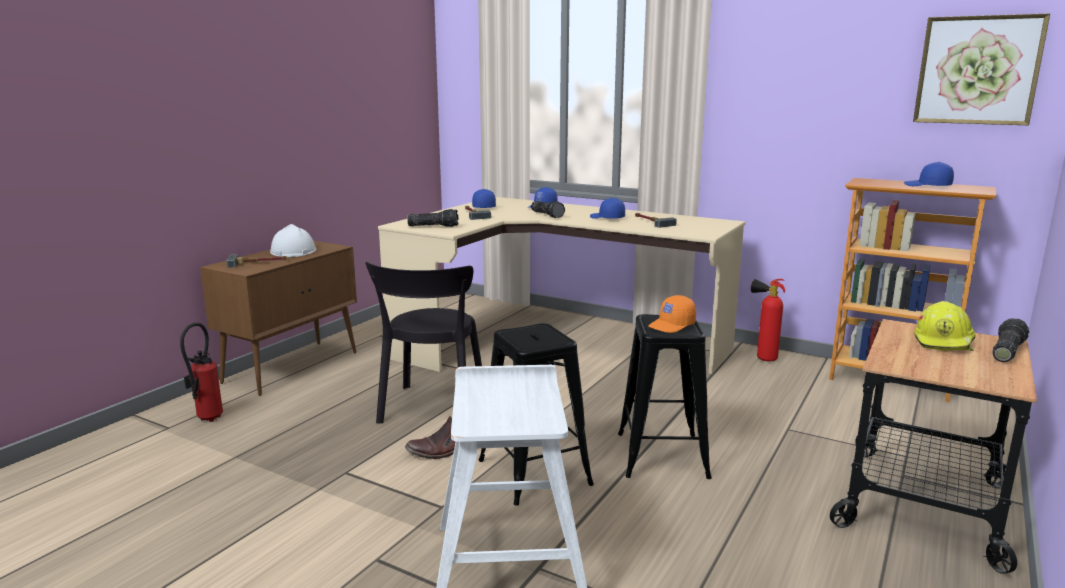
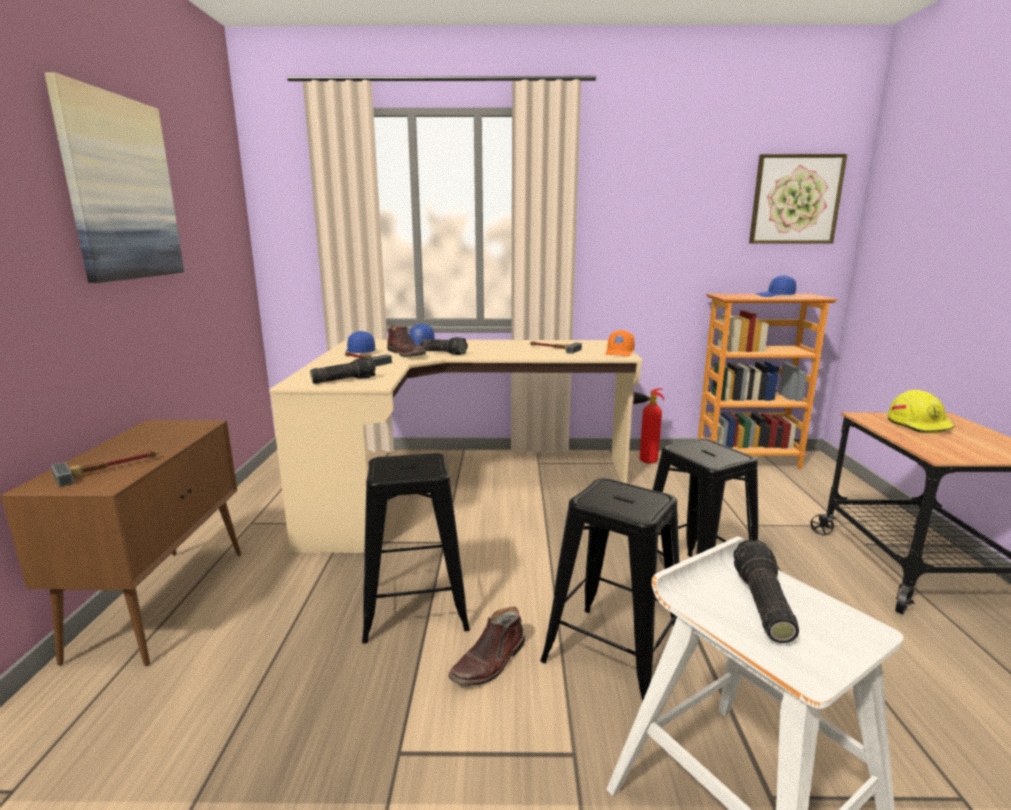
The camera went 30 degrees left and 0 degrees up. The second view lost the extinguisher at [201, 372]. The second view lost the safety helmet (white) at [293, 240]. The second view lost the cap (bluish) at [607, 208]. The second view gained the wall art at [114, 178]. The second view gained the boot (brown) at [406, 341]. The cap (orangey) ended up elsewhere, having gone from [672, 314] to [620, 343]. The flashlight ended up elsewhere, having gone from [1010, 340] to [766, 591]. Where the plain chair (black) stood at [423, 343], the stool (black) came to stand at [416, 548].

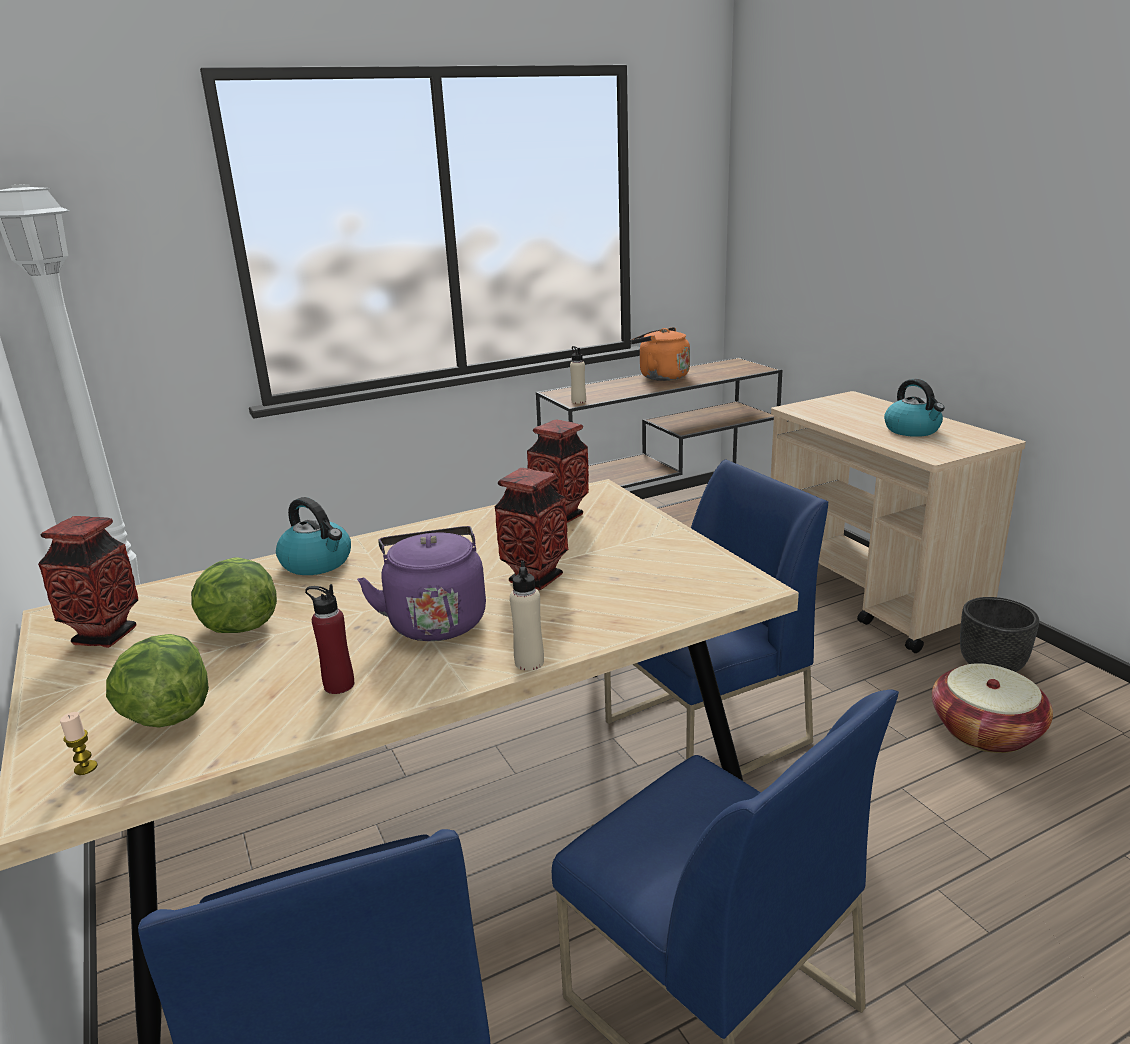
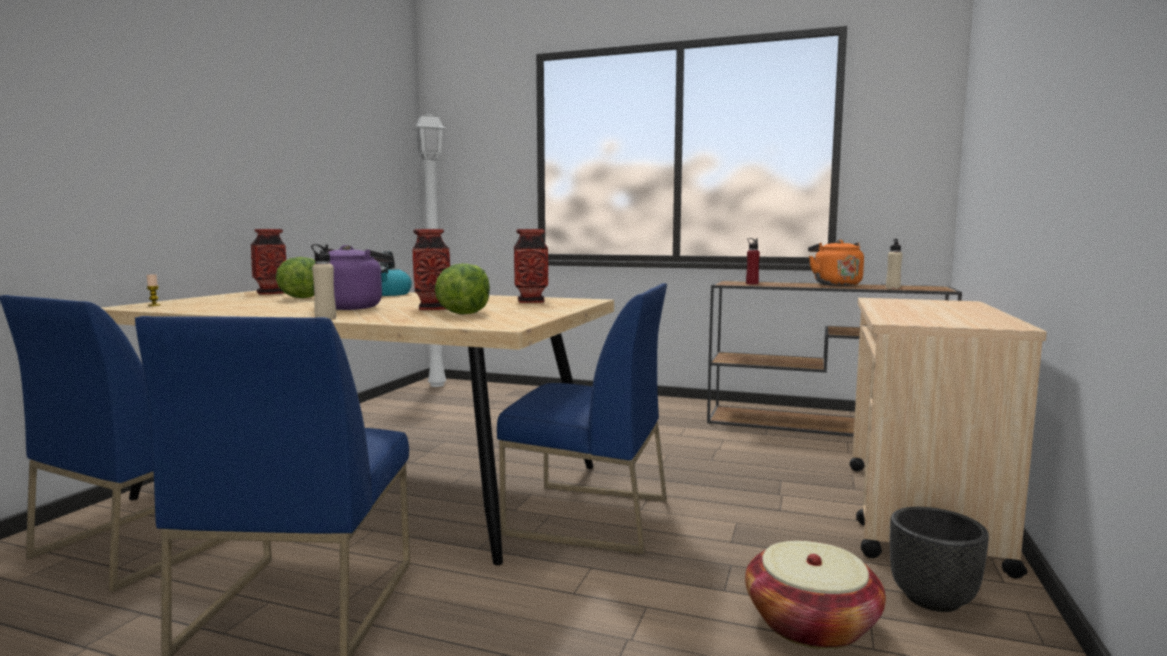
The camera went 45 degrees right and 15 degrees down. The second view lost the water kettle at [914, 408]. The head of lettuce ended up elsewhere, having gone from [157, 680] to [462, 288]. The bottle (red-coloured) ended up elsewhere, having gone from [329, 639] to [753, 261]. The bottle (sand-coloured) ended up elsewhere, having gone from [578, 375] to [894, 264].

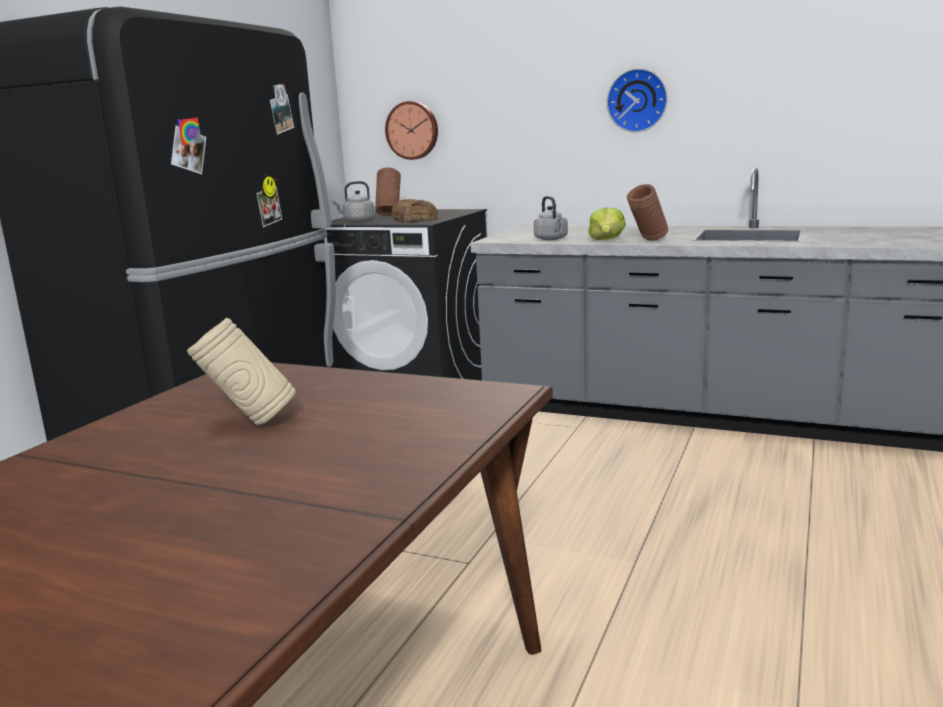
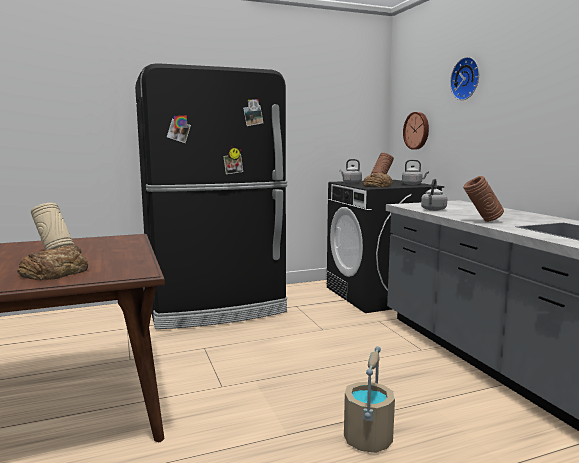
The camera went 45 degrees right and 5 degrees down. The second view lost the head of lettuce at [607, 223]. The second view gained the bread at [52, 262]. The second view gained the bucket (sand-coloured) at [369, 399]. The second view gained the water kettle (grey) at [415, 172]. The clock on the wall ended up elsewhere, having gone from [637, 100] to [464, 78].

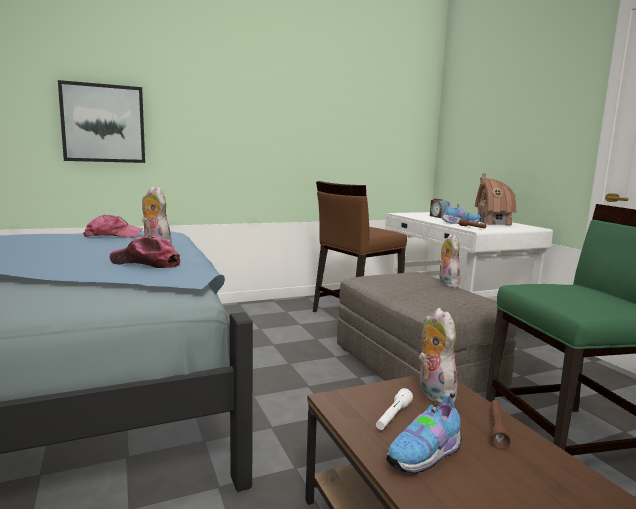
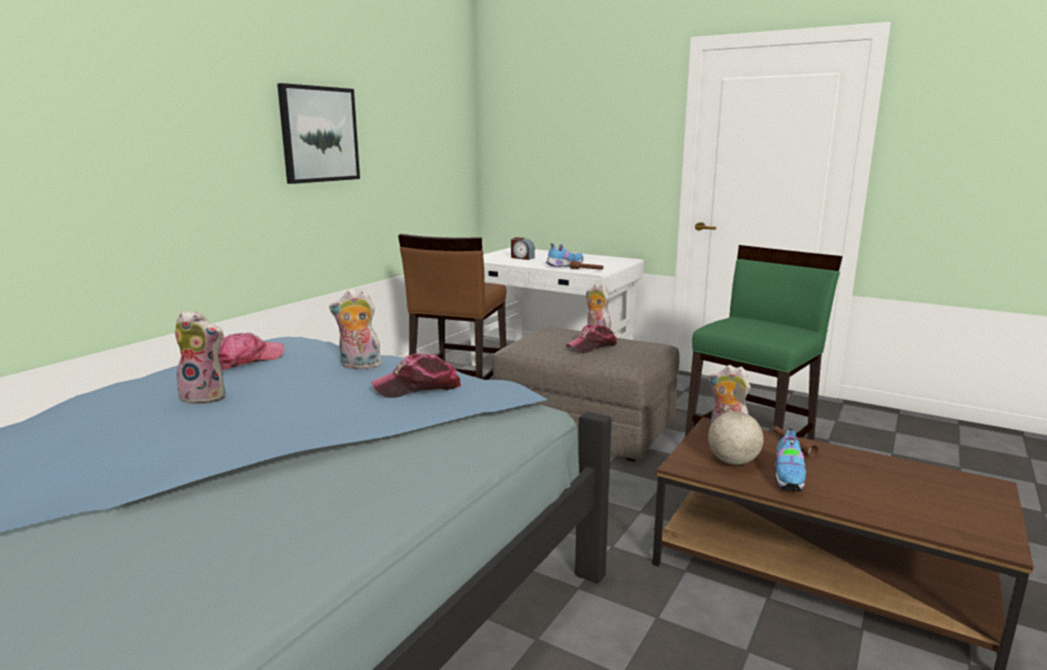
The camera went 35 degrees left and 5 degrees up. The second view lost the toy house at [495, 199]. The second view gained the plush toy at [200, 357]. The second view gained the cap at [591, 338]. The wall art ended up elsewhere, having gone from [101, 121] to [318, 133]. Where the flashlight (white) stood at [394, 409], the desk globe came to stand at [736, 423].

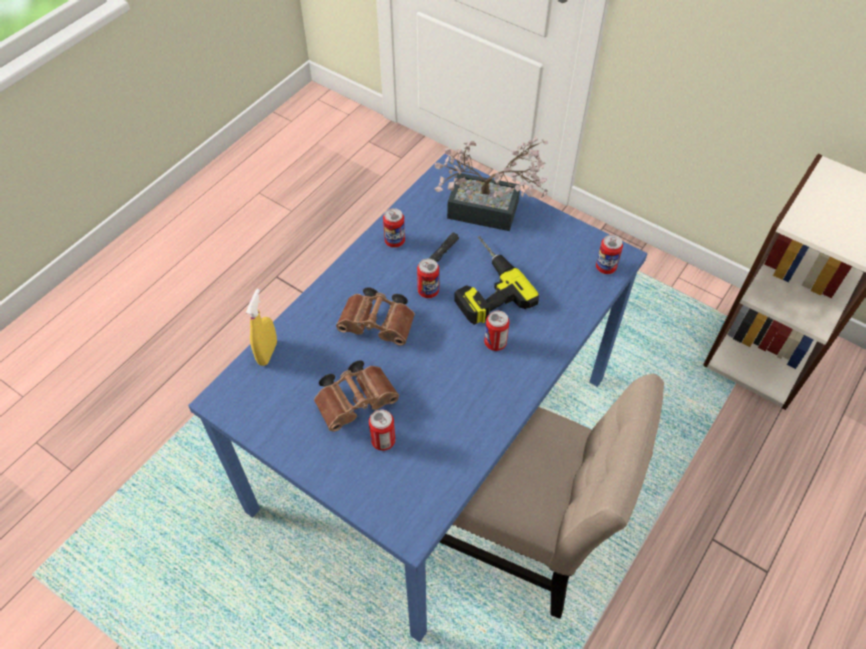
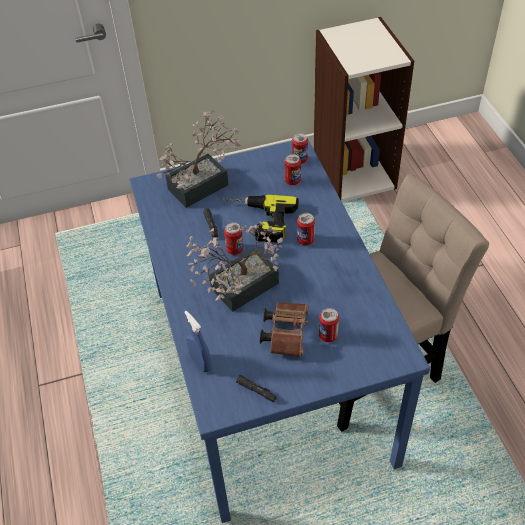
The camera went 50 degrees left and 5 degrees down. The second view gained the flashlight (black) at [256, 388]. The can ended up elsewhere, having gone from [394, 228] to [292, 169]. Where the pair of binoculars (brown) stood at [375, 316], the plant in a pot came to stand at [234, 267]. What was the hand sprayer (yellow) at [261, 327] turned into the hand sprayer (bluish) at [198, 341].

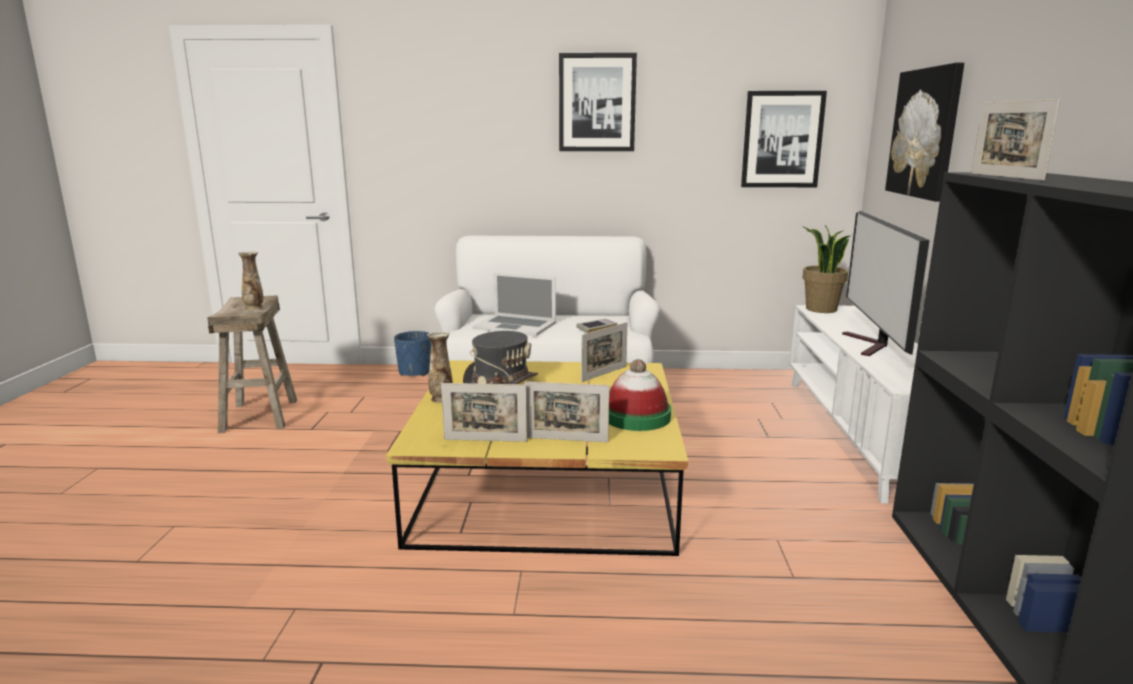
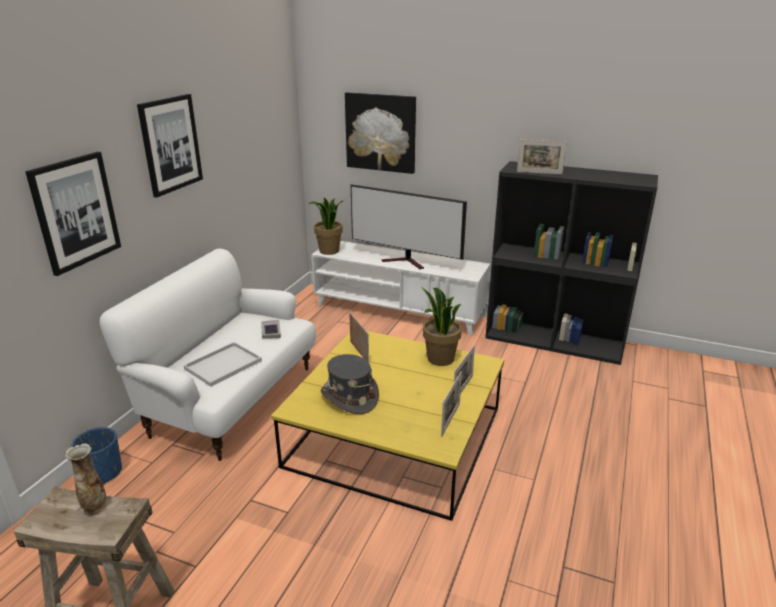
The camera went 70 degrees left and 10 degrees up. The second view lost the flower vase at [440, 367]. The wall art ended up elsewhere, having gone from [784, 139] to [73, 214]. Where the laptop stood at [514, 304], the tray (white) came to stand at [222, 364]. Where the hat stood at [640, 395], the plant in a pot came to stand at [442, 327].

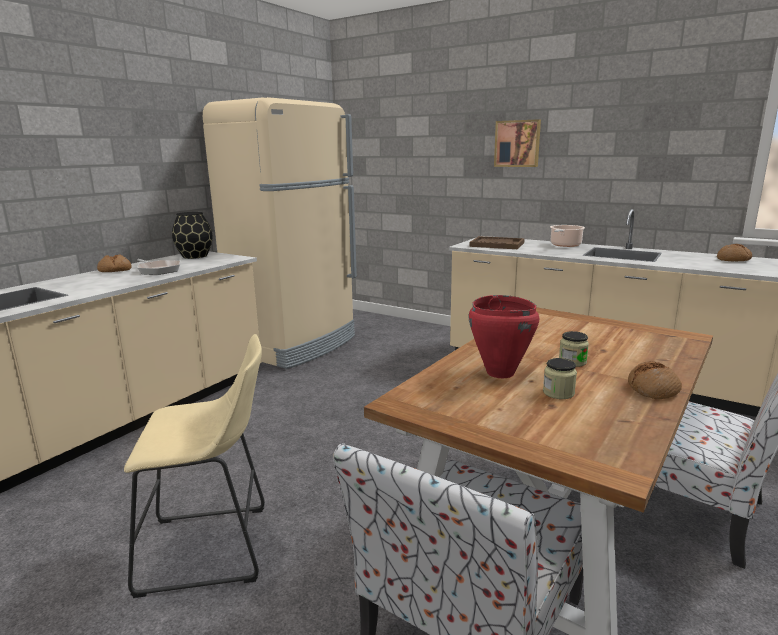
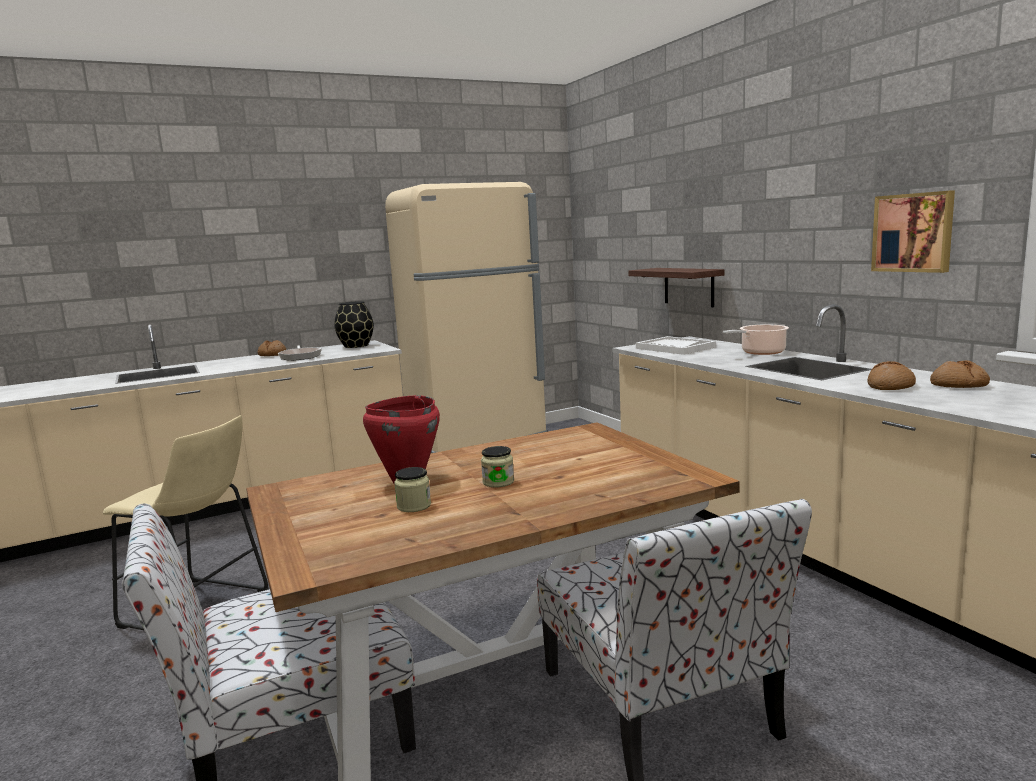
The camera went 30 degrees right and 5 degrees down. The second view gained the wall shelf at [676, 287]. The wall art ended up elsewhere, having gone from [517, 143] to [913, 231]. The bread ended up elsewhere, having gone from [655, 380] to [891, 375]. What was the tray (brown) at [497, 242] turned into the tray (white) at [676, 345].

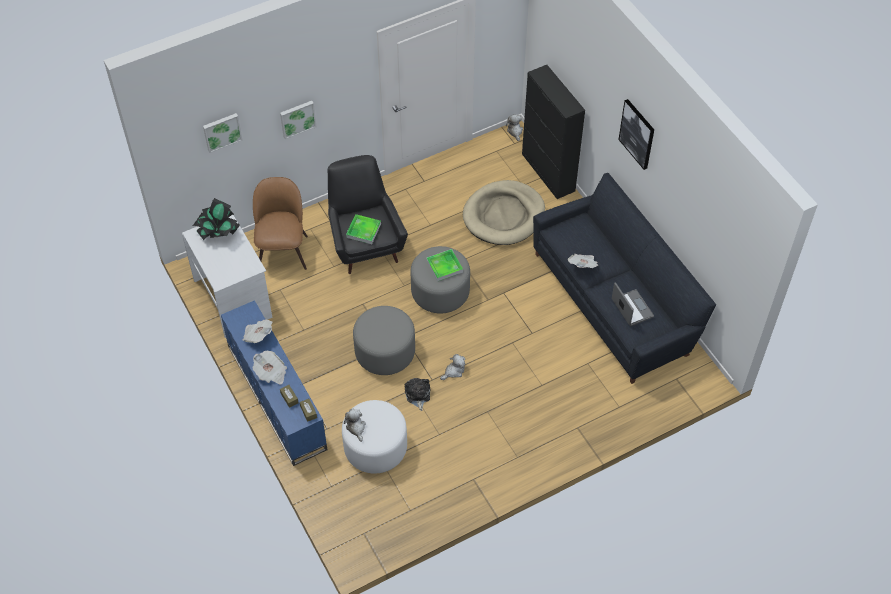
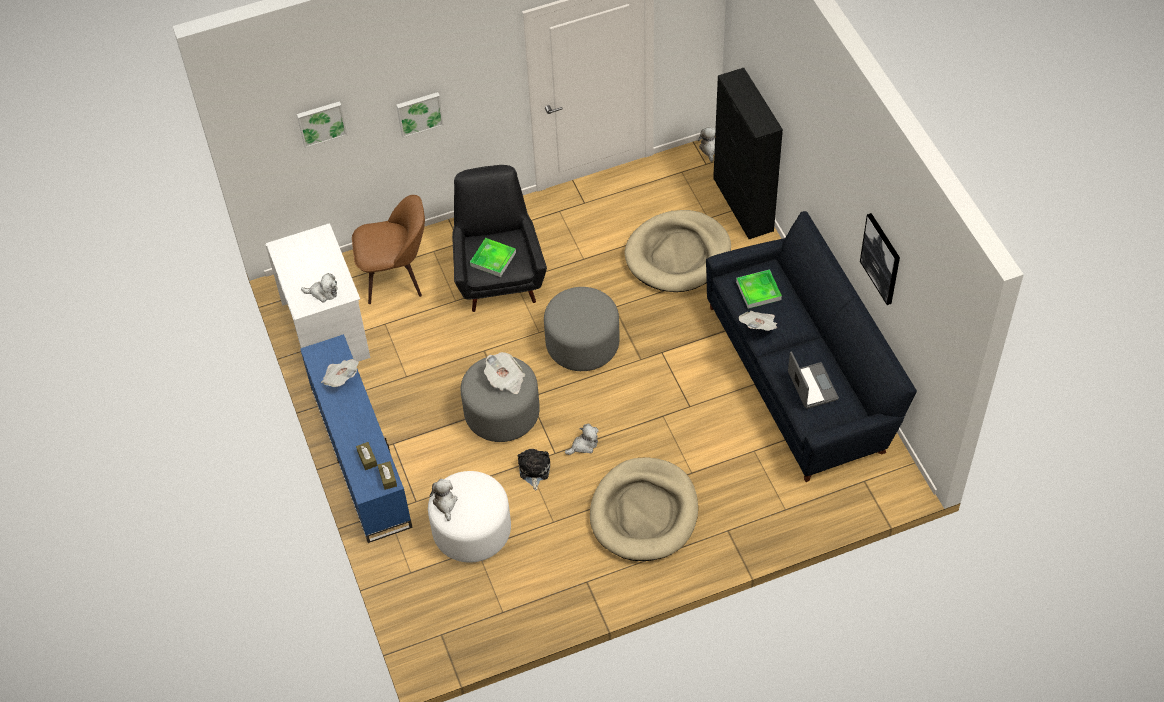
The camera went 10 degrees right and 0 degrees up. The second view lost the plant in a pot at [216, 219]. The second view gained the plush toy at [319, 288]. The second view gained the pet bed (sand-coloured) at [644, 509]. The printed paper ended up elsewhere, having gone from [270, 367] to [504, 373]. The tray ended up elsewhere, having gone from [444, 265] to [759, 289]. The wall art ended up elsewhere, having gone from [636, 134] to [880, 259]. The plain chair (brown) at [280, 223] ended up facing another way, 75 degrees clockwise from before.

